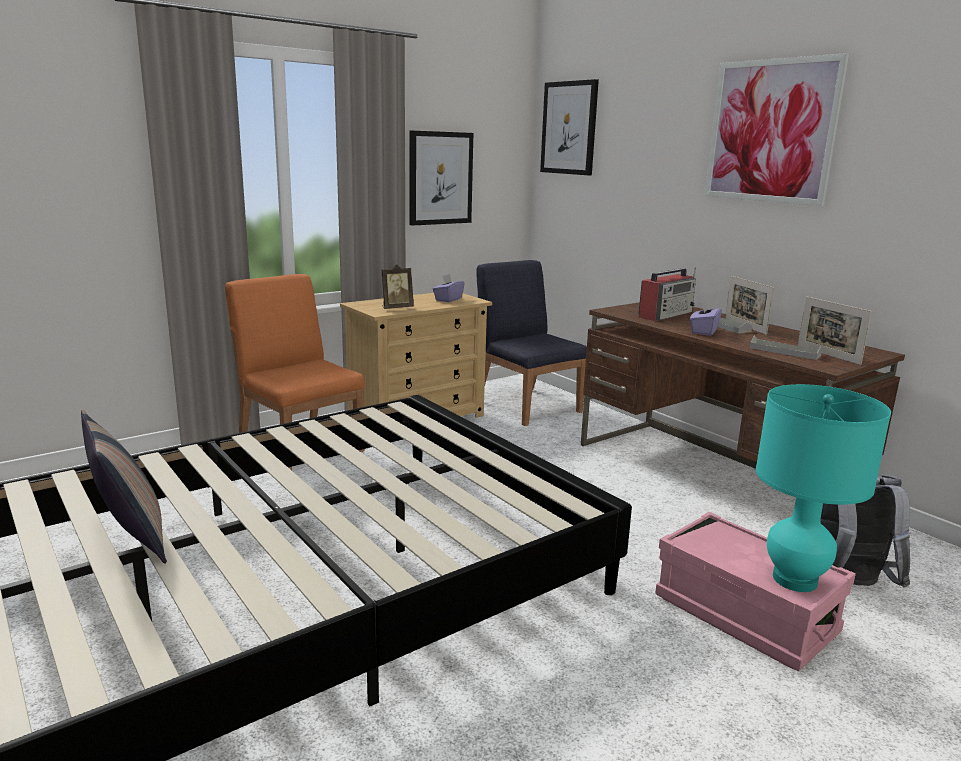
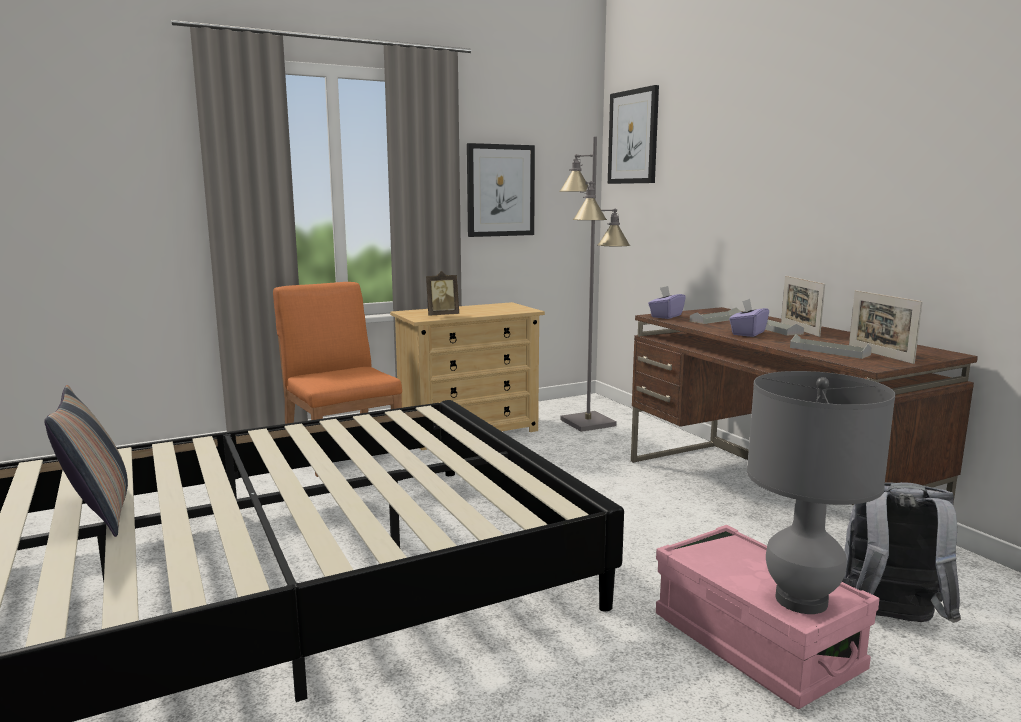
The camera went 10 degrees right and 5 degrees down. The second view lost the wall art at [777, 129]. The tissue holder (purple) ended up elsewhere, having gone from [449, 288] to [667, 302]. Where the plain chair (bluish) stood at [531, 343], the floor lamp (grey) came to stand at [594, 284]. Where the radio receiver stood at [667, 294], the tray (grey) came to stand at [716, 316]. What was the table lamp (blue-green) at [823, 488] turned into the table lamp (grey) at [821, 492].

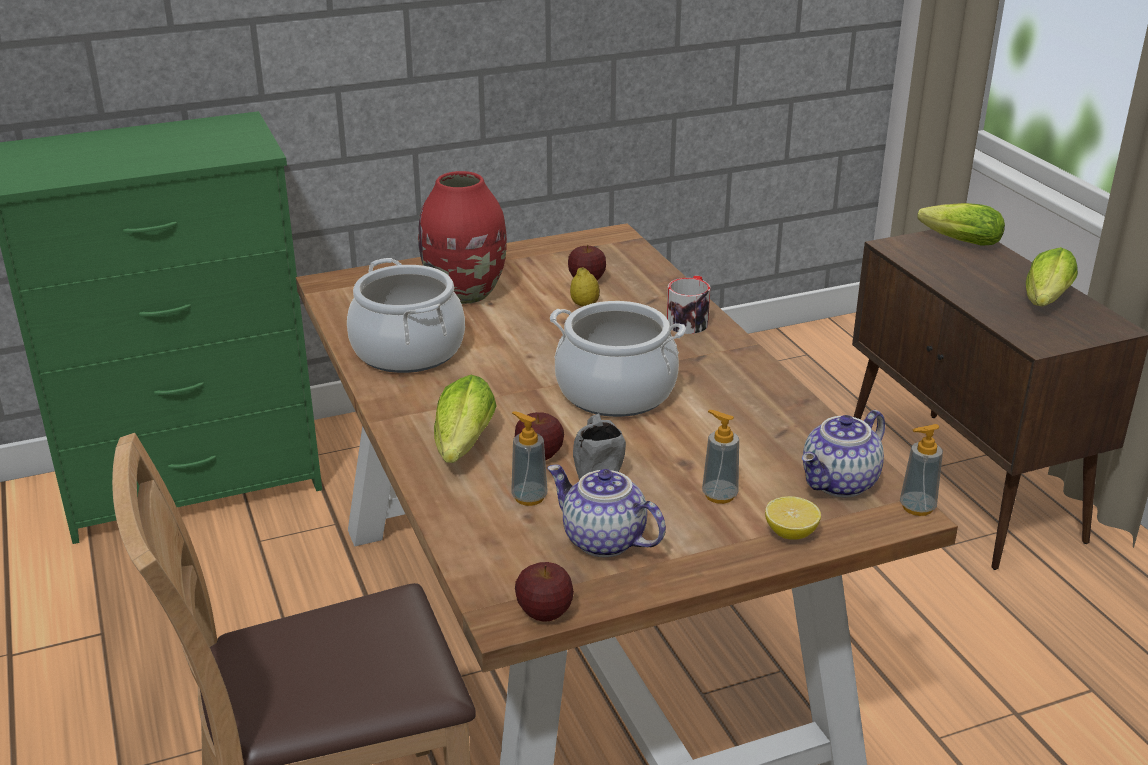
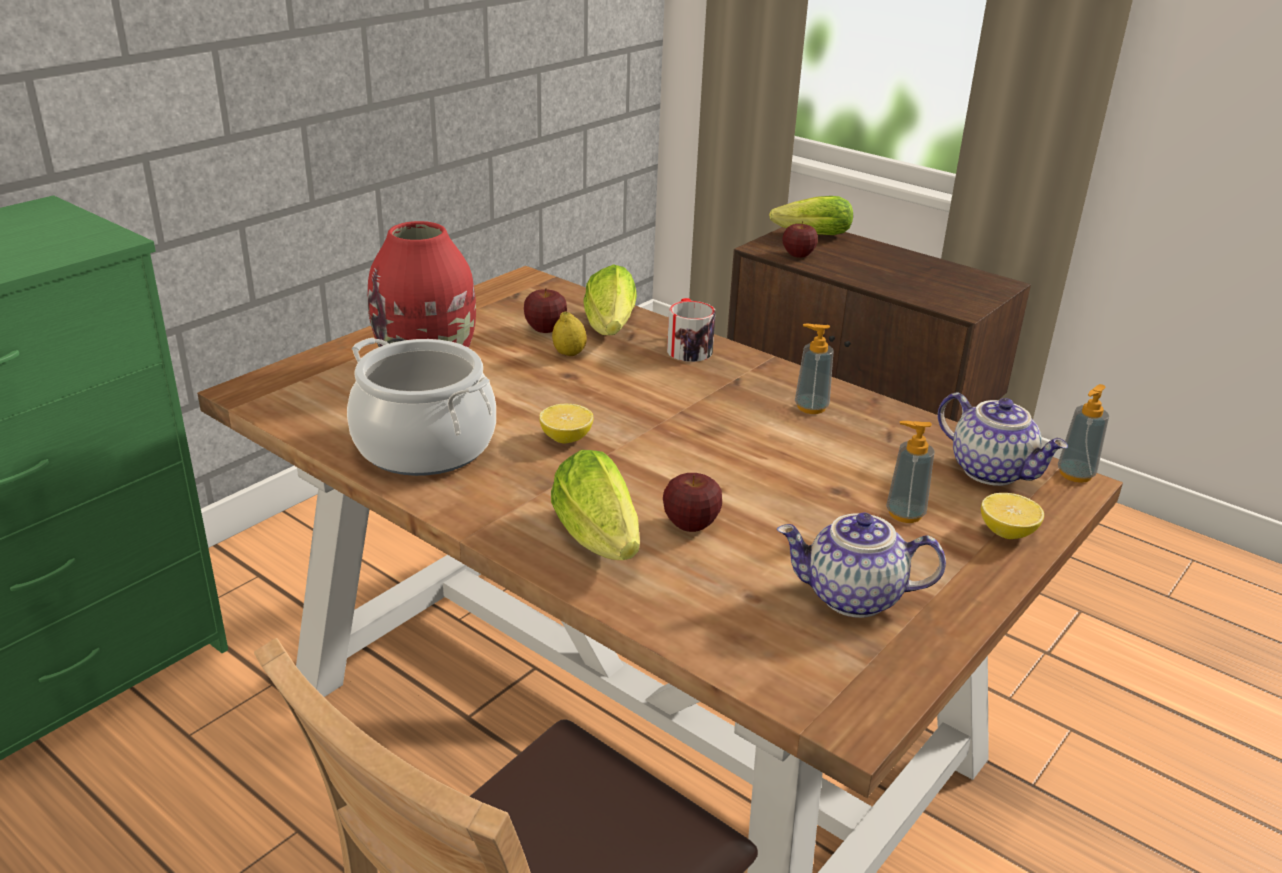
The camera went 30 degrees left and 0 degrees up. The second view lost the saucepot at [618, 359]. The second view lost the coffee mug (grey) at [599, 446]. The second view gained the whole lemon at [566, 424]. The soap bottle ended up elsewhere, having gone from [529, 458] to [814, 369]. The apple ended up elsewhere, having gone from [544, 592] to [800, 240]. The head of lettuce ended up elsewhere, having gone from [1052, 276] to [610, 299]. The pot for tea at [843, 453] ended up facing another way, 60 degrees counterclockwise from before.

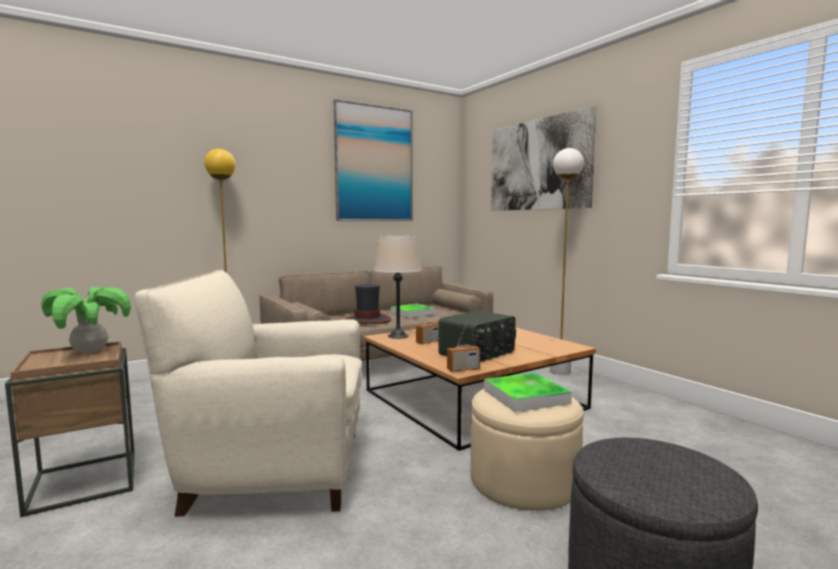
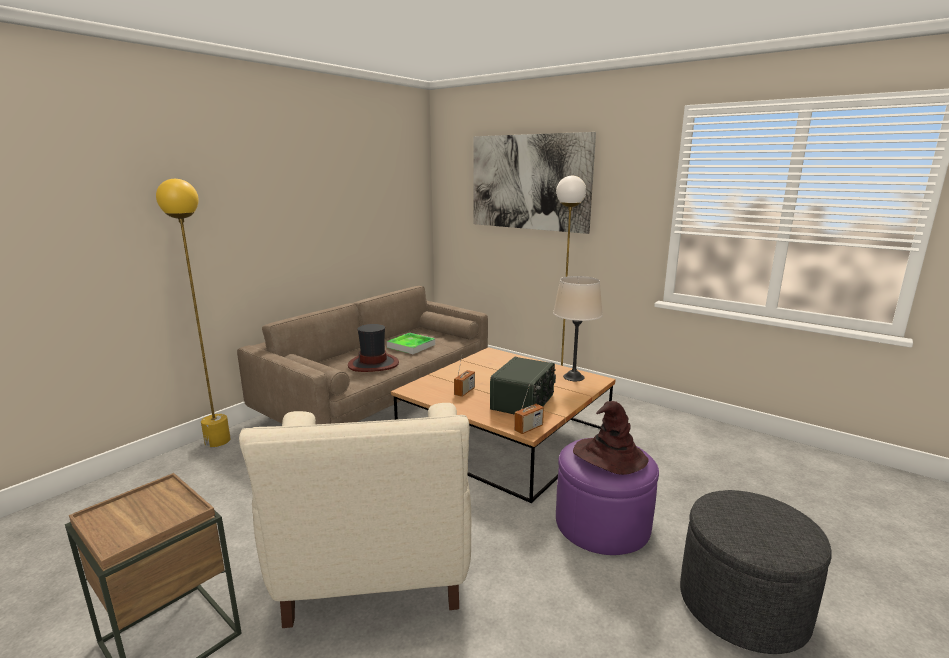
The camera went 20 degrees left and 10 degrees up. The second view lost the plant in a pot at [86, 320]. The second view lost the wall art at [373, 160]. The table lamp (sand-coloured) ended up elsewhere, having gone from [398, 287] to [578, 328]. Where the tray stood at [528, 392], the hat (brown) came to stand at [611, 438]. What was the pouffe (sand-coloured) at [527, 449] turned into the pouffe (purple) at [607, 496]. The easy chair (sand-coloured) at [248, 393] ended up facing another way, 75 degrees counterclockwise from before.

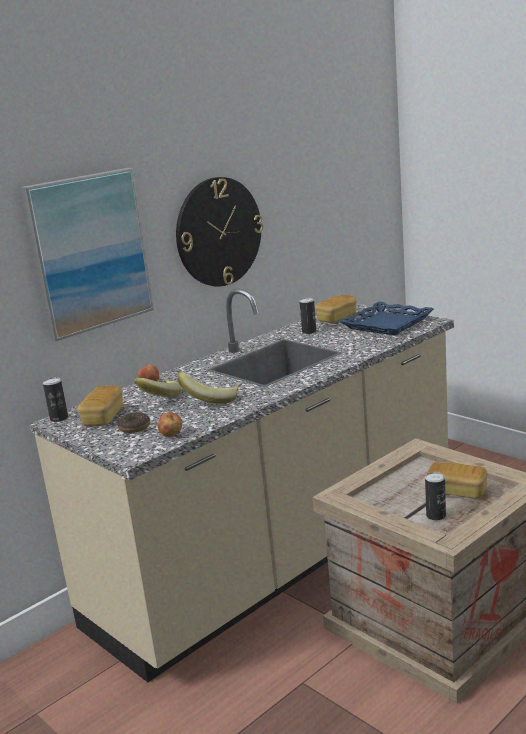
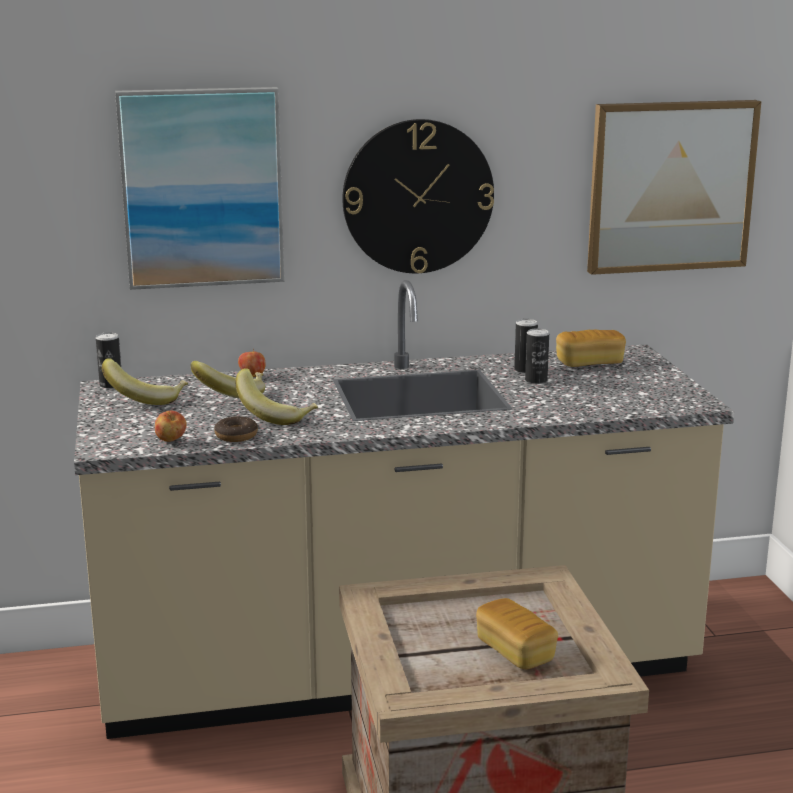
The camera went 30 degrees right and 0 degrees up. The second view lost the tray (bluish) at [386, 318]. The second view gained the wall art at [674, 187]. The doughnut ended up elsewhere, having gone from [133, 423] to [236, 429]. The can ended up elsewhere, having gone from [435, 496] to [537, 356]. Where the bread stood at [100, 406], the whole banana came to stand at [145, 381].

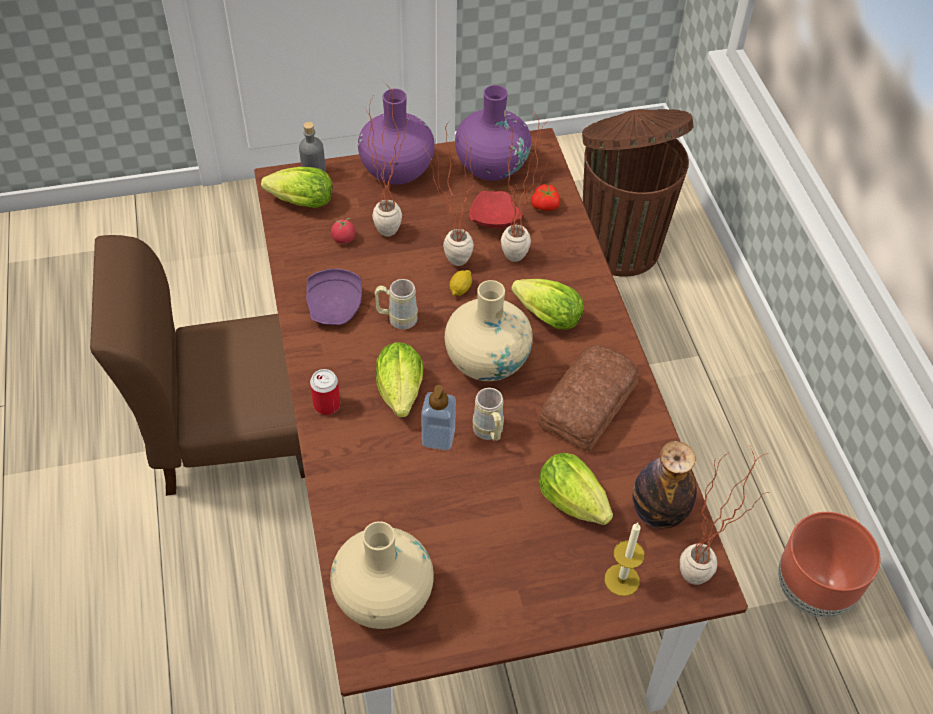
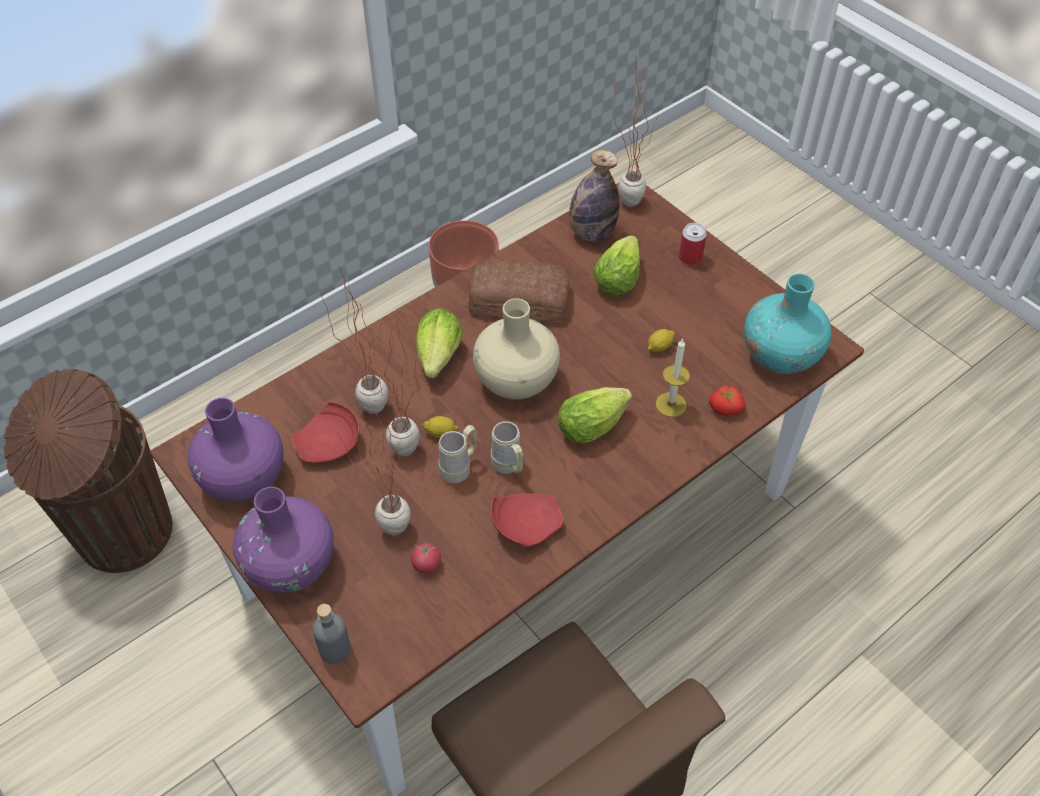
The camera went 115 degrees left and 0 degrees up. The second view lost the head of lettuce at [297, 187]. The second view lost the soap bottle at [438, 417]. The second view gained the whole lemon at [661, 341]. The can ended up elsewhere, having gone from [325, 392] to [693, 244]. The coffee mug (sand-coloured) ended up elsewhere, having gone from [488, 414] to [457, 454]. The whole tomato ended up elsewhere, having gone from [545, 197] to [727, 400]. The candle ended up elsewhere, having gone from [625, 559] to [673, 377]. What was the plate (purple) at [334, 297] turned into the plate (red-coloured) at [527, 520]. What was the flower vase (sand-coloured) at [382, 575] turned into the flower vase (blue-green) at [787, 324].

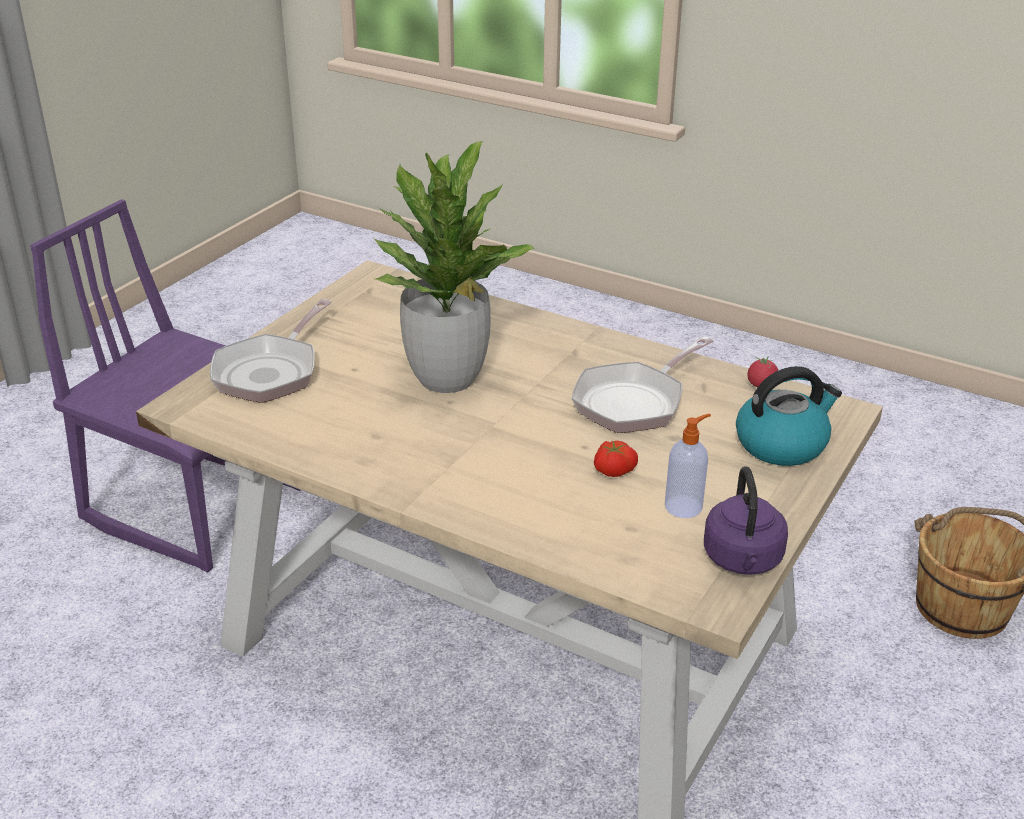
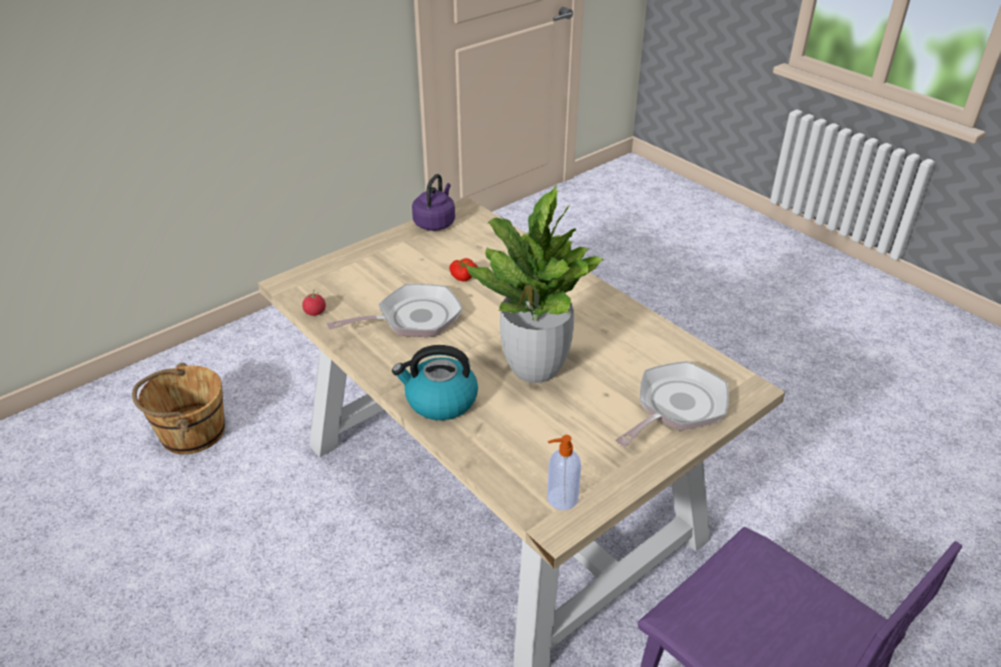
The camera went 160 degrees left and 5 degrees up. The soap bottle ended up elsewhere, having gone from [688, 466] to [564, 472]. The water kettle ended up elsewhere, having gone from [789, 416] to [435, 382].

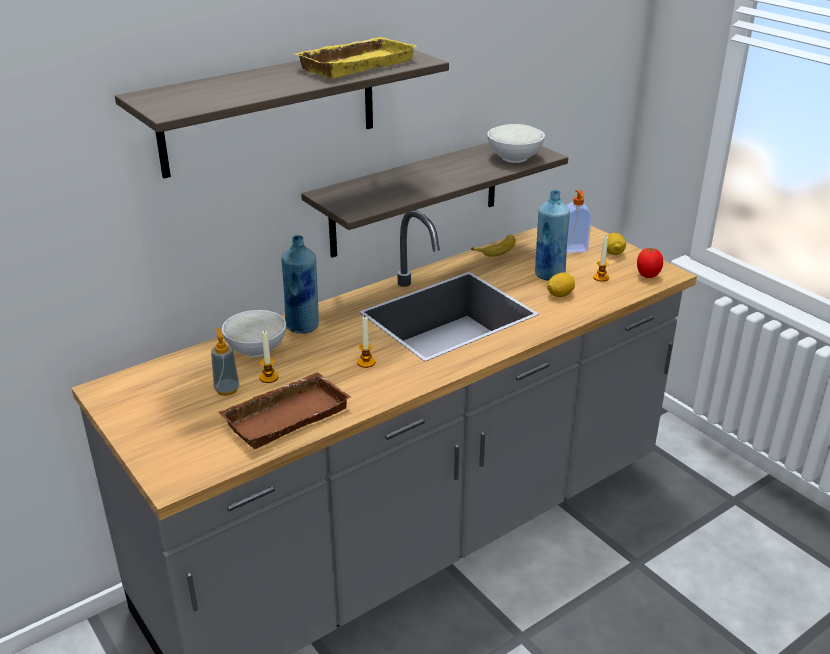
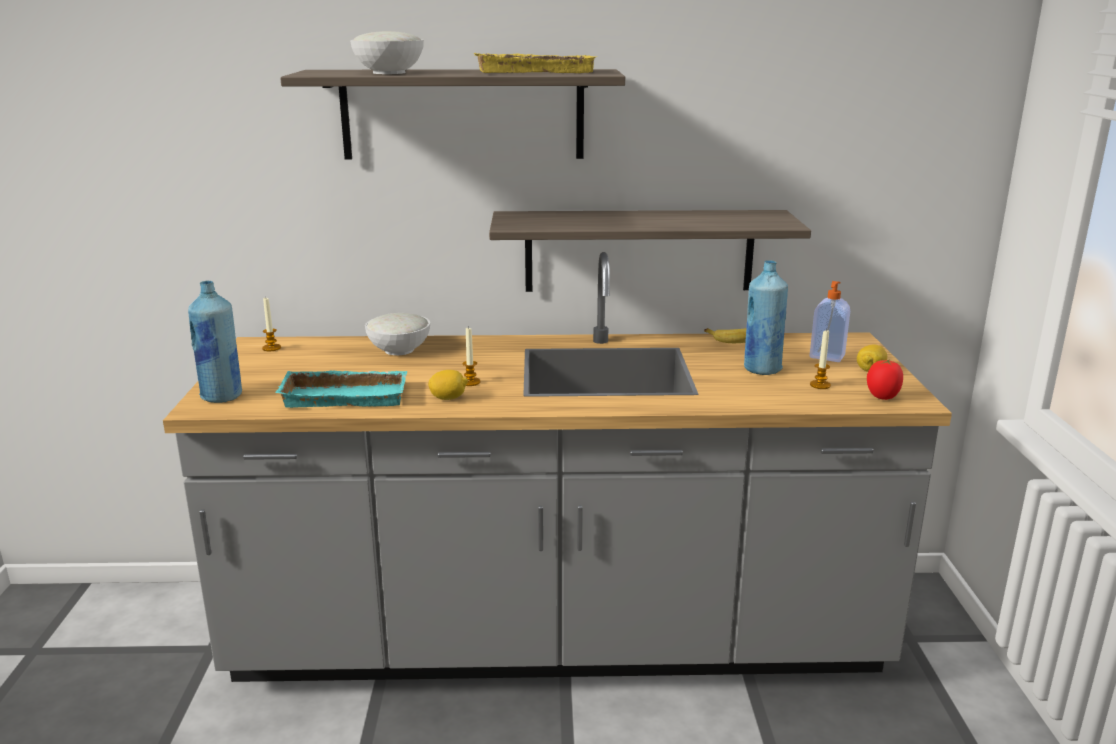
The camera went 35 degrees right and 10 degrees down. The second view lost the soap bottle at [225, 362]. The candle ended up elsewhere, having gone from [269, 356] to [271, 324]. The bottle (bluish) ended up elsewhere, having gone from [300, 284] to [215, 341]. The deep dish (white) ended up elsewhere, having gone from [516, 143] to [387, 52]. The whole lemon ended up elsewhere, having gone from [561, 284] to [448, 385]. What was the tray (brown) at [284, 410] turned into the tray (blue-green) at [341, 389].

